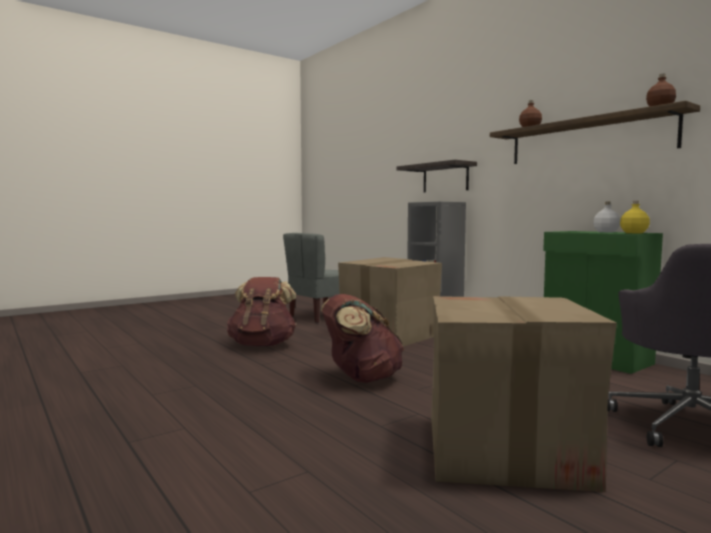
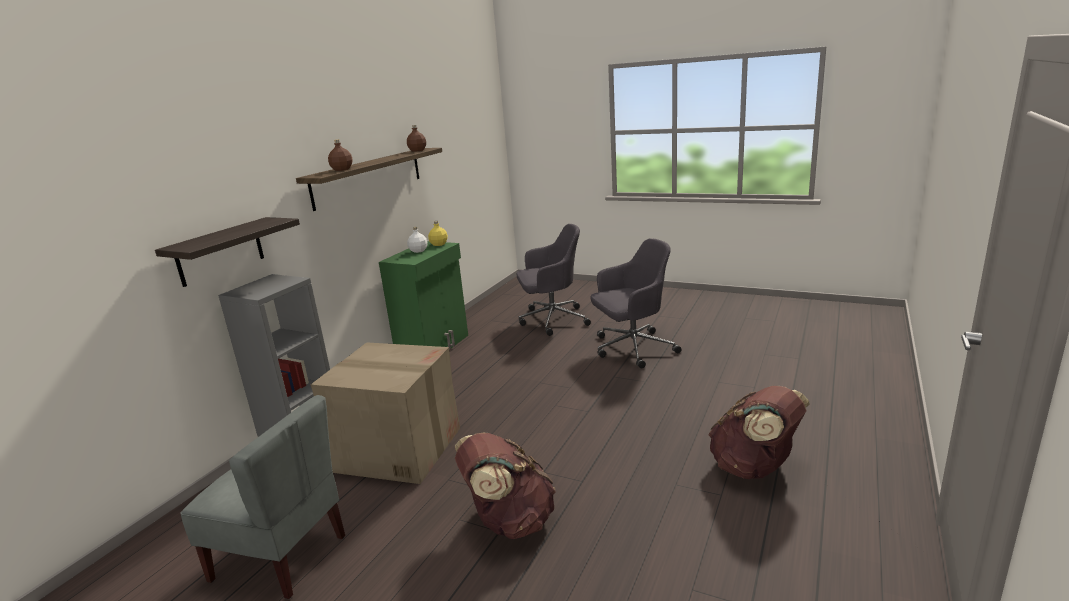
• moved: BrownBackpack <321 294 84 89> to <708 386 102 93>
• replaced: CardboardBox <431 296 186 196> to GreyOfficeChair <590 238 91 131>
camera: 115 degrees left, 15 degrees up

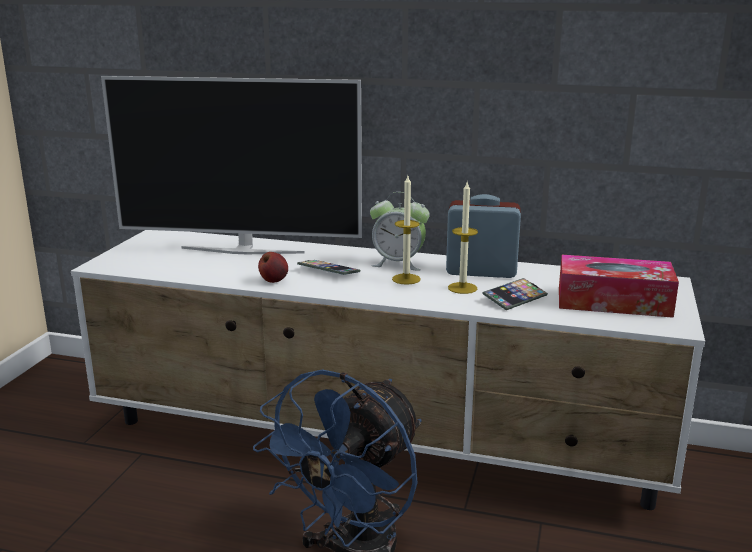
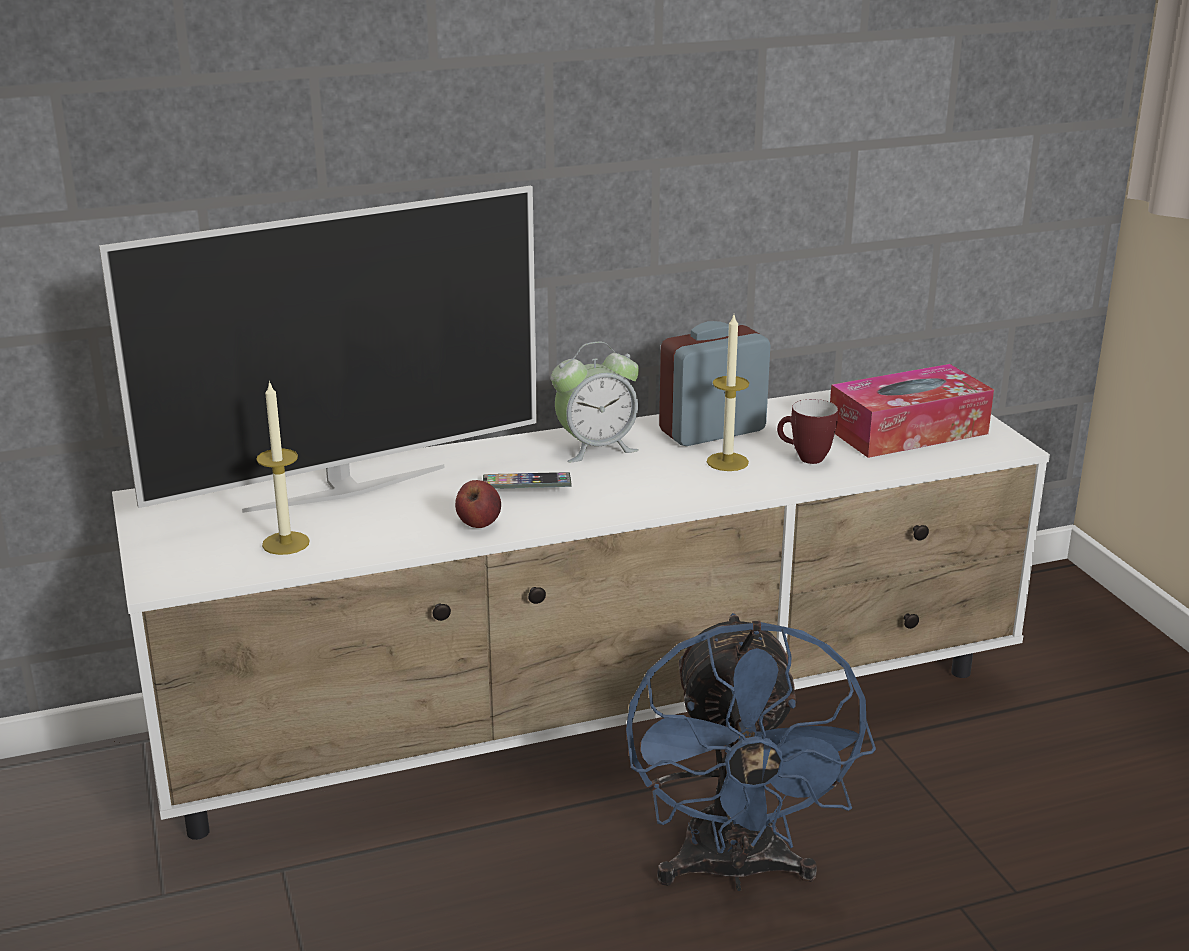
• moved: Candle <392 176 29 109> to <256 381 54 174>
• replaced: Phone <482 278 66 32> to Mug <777 399 61 65>
camera: 35 degrees left, 5 degrees up

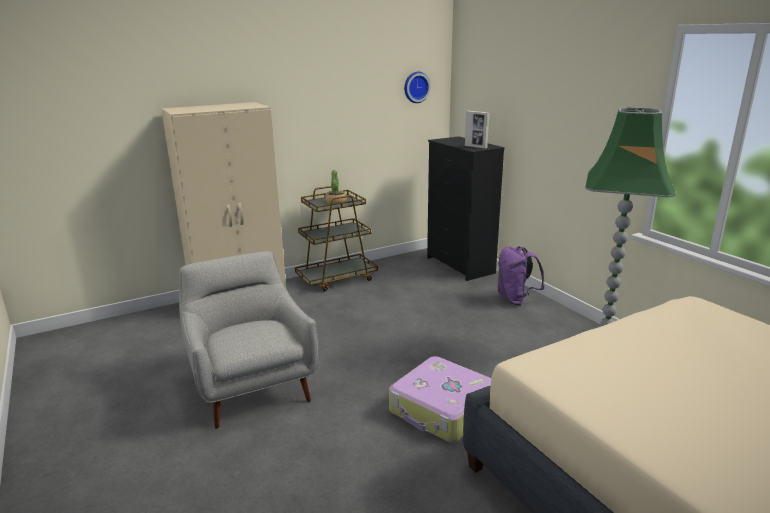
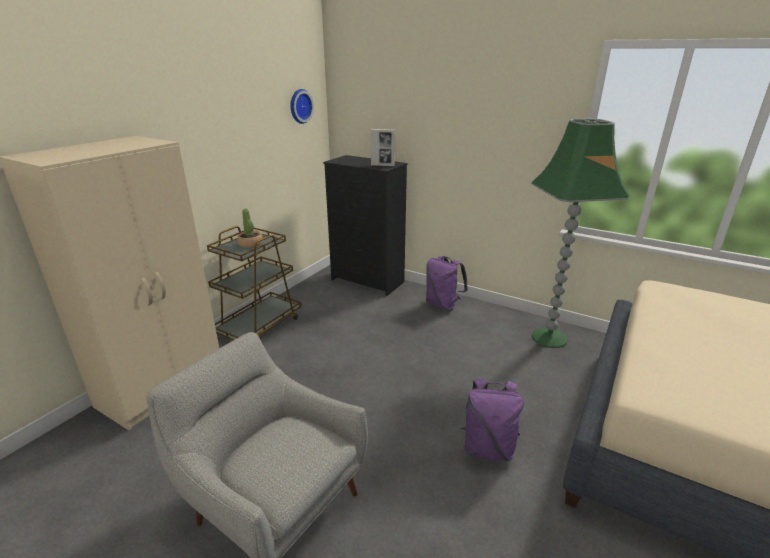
• replaced: Suitcase <389 356 102 87> to PurpleBackpack <461 378 63 83>
camera: 30 degrees left, 5 degrees up

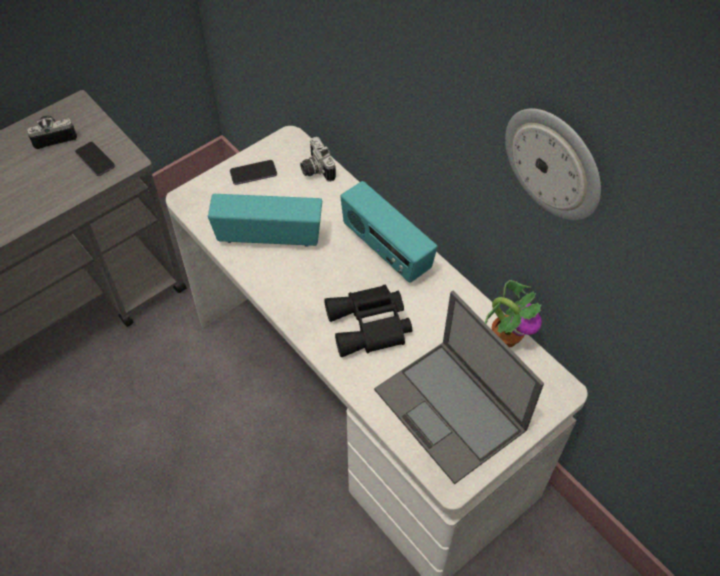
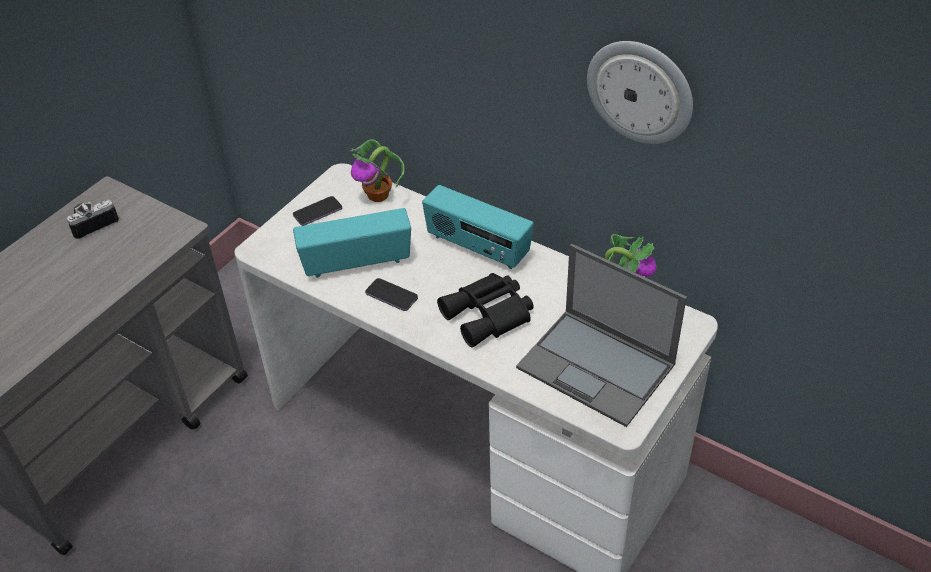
• moved: Phone <75 142 40 34> to <365 278 53 33>
• replaced: PhotoCamera <300 137 36 45> to PottedPlant <350 139 55 63>
camera: 15 degrees left, 10 degrees down

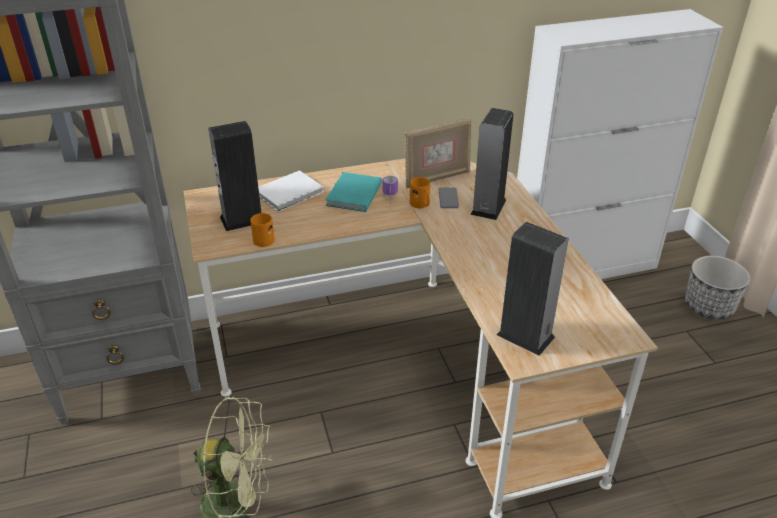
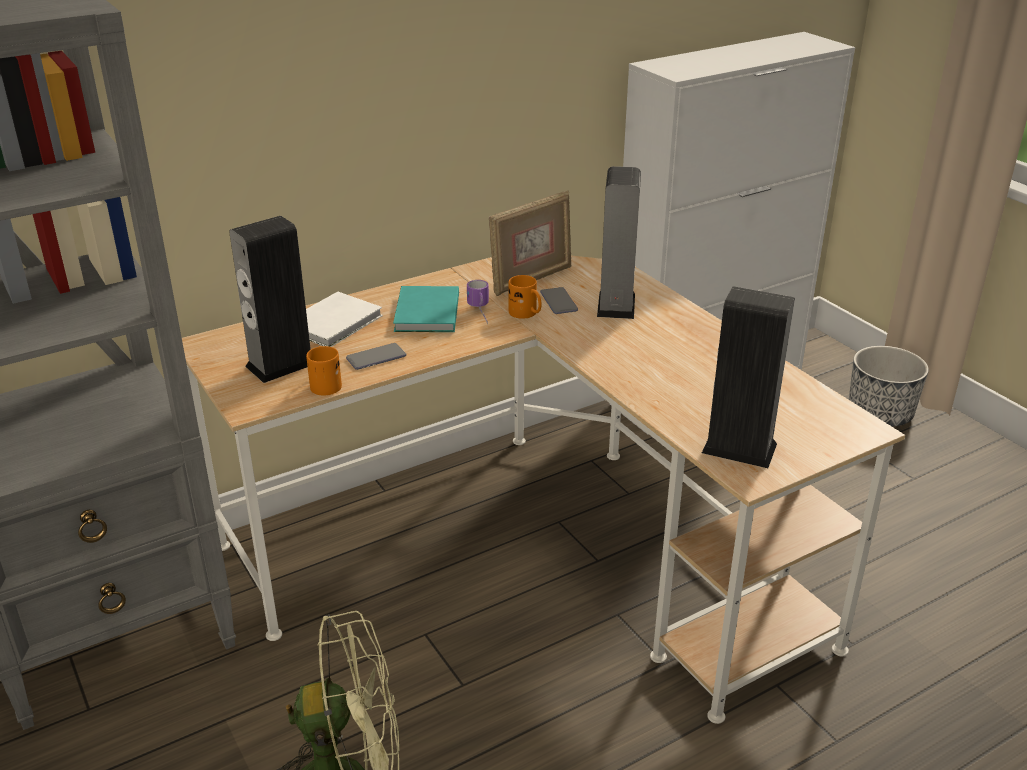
• added: Phone <346 343 61 27>
camera: 15 degrees left, 5 degrees down

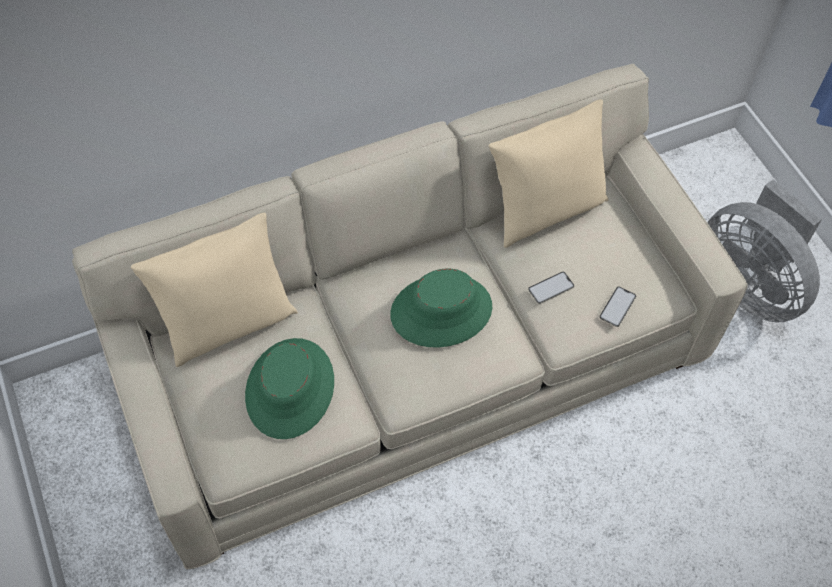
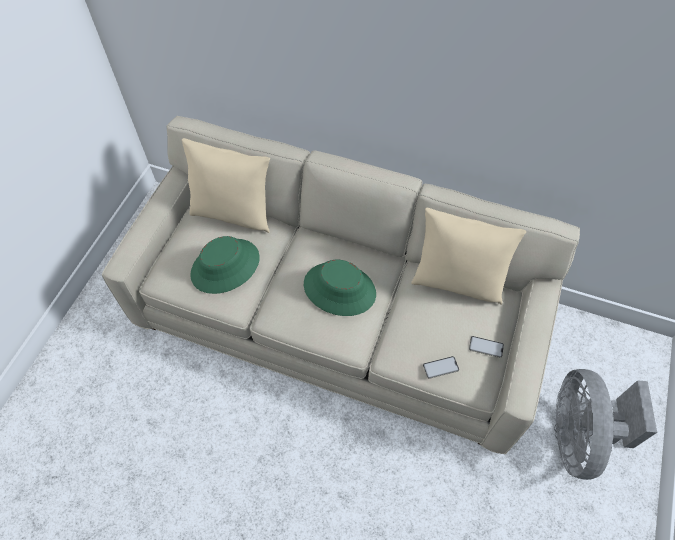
• moved: Phone <528 271 46 33> to <469 336 35 22>
camera: 45 degrees right, 0 degrees up

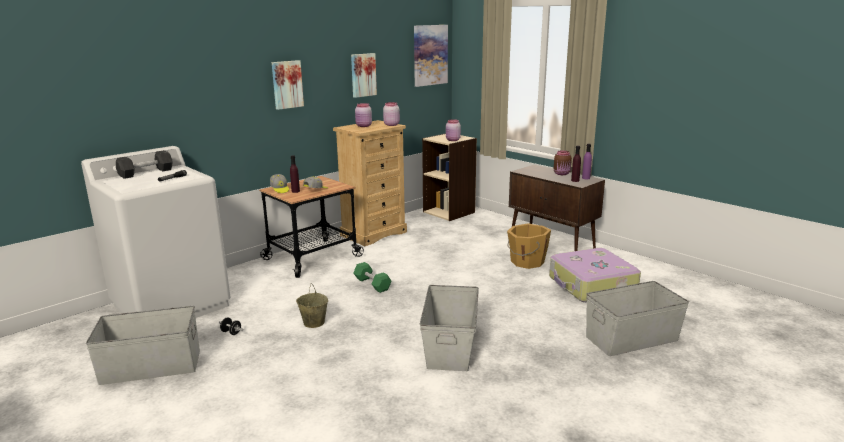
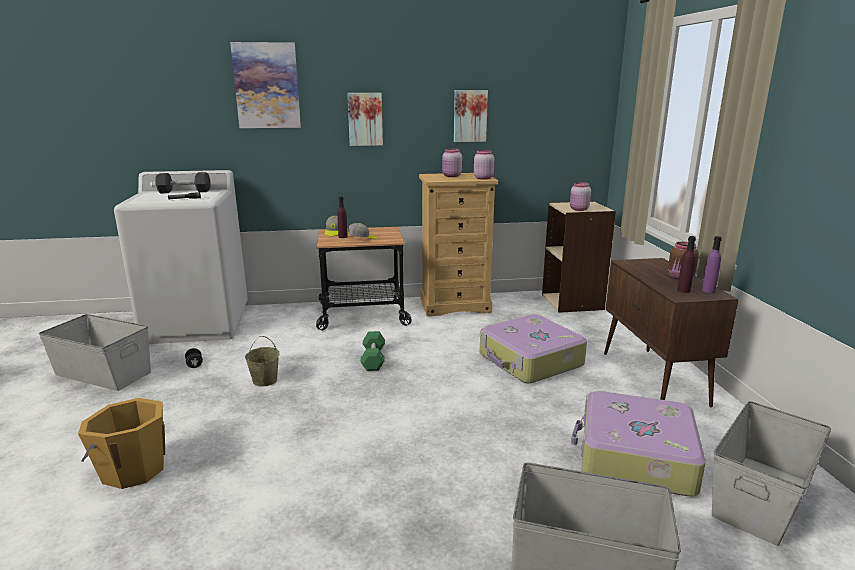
• moved: Picture <414 25 34 62> to <230 42 71 86>
• moved: GreyStorageBox <420 285 59 86> to <712 401 119 145>
• moved: OrangeBucket <507 224 44 45> to <78 398 87 91>
• added: Suitcase <480 314 107 69>
camera: 35 degrees right, 0 degrees up

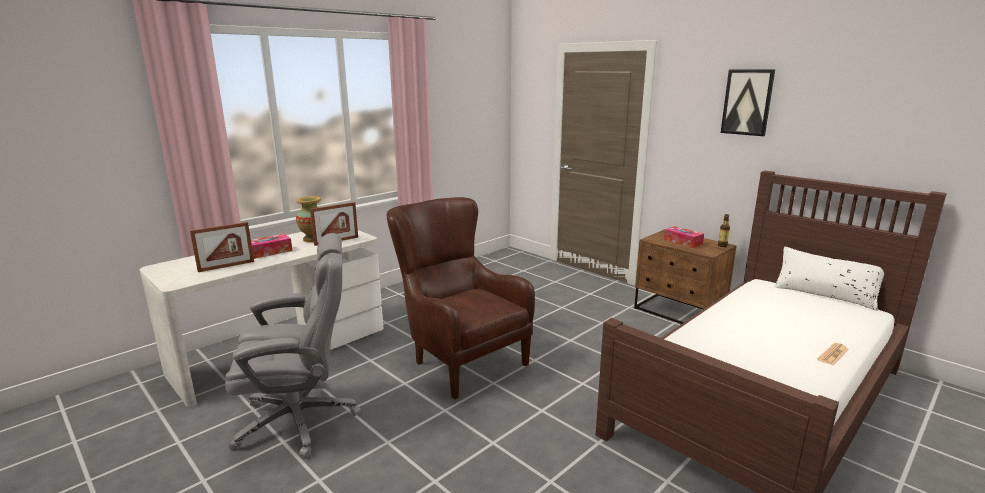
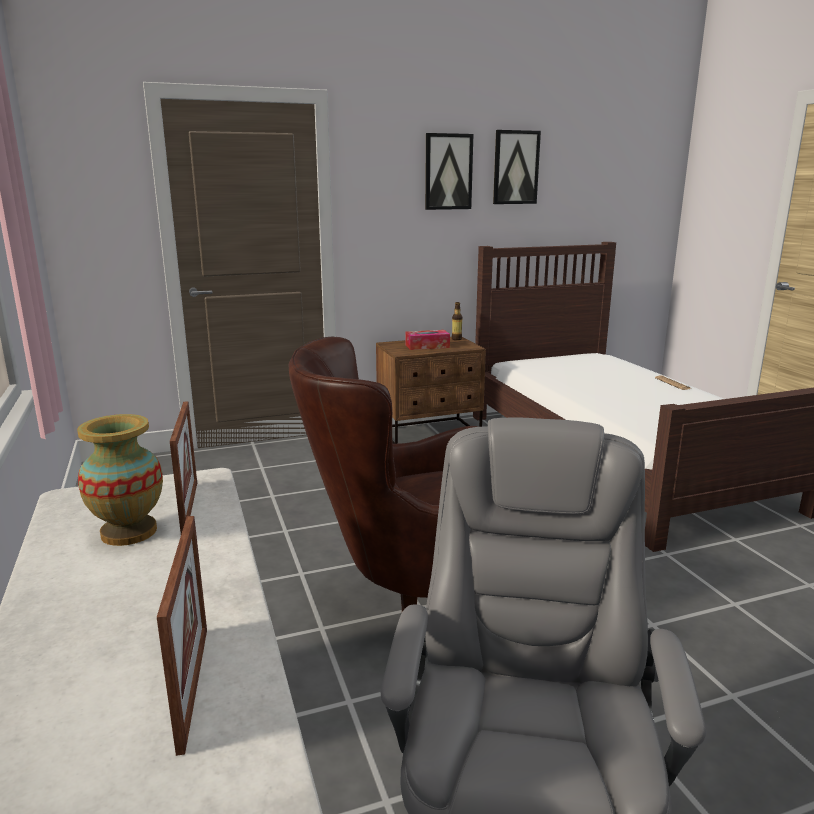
• removed: TissueBox <251 234 41 25>
• removed: WhitePillow <774 246 110 65>
• added: Picture <493 130 48 74>
camera: 65 degrees left, 0 degrees up

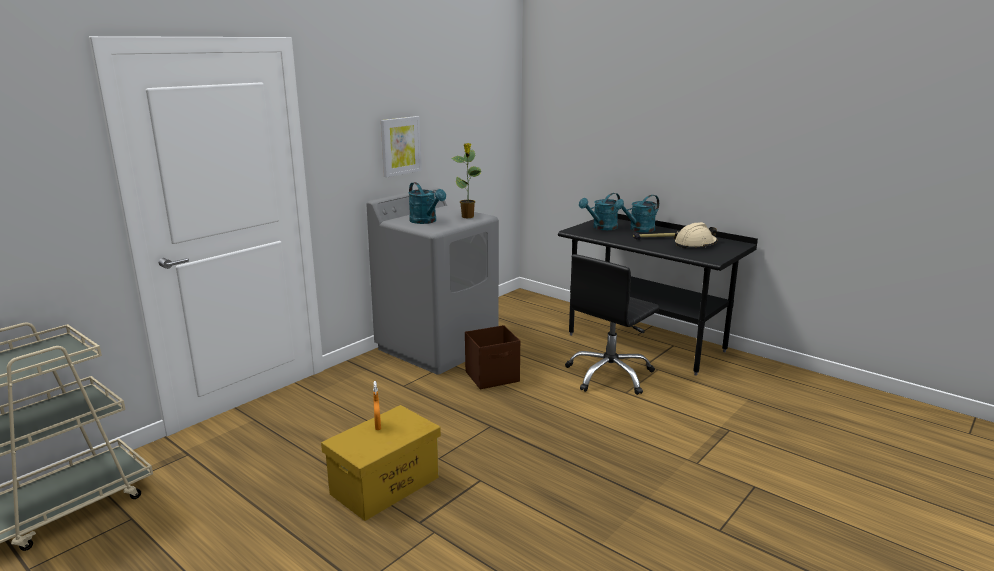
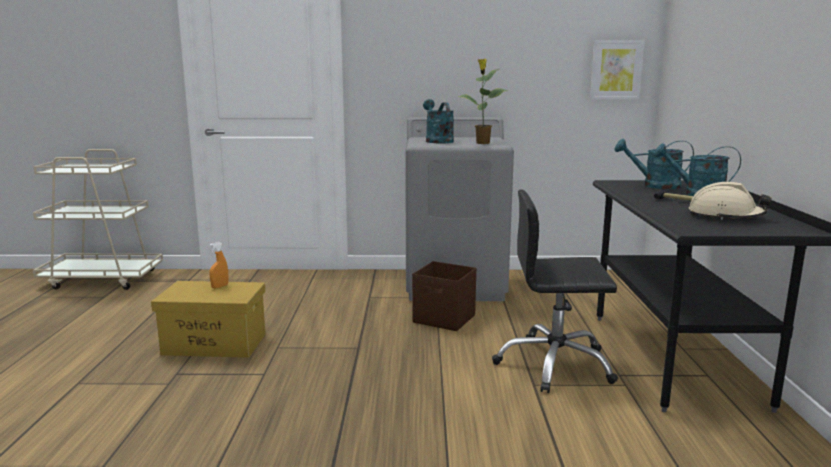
• moved: Picture <381 116 41 61> to <590 41 55 58>
• turned: TurquoiseWateringCan <409 182 37 42> = <423 99 31 44> 150 degrees clockwise
camera: 50 degrees right, 5 degrees down

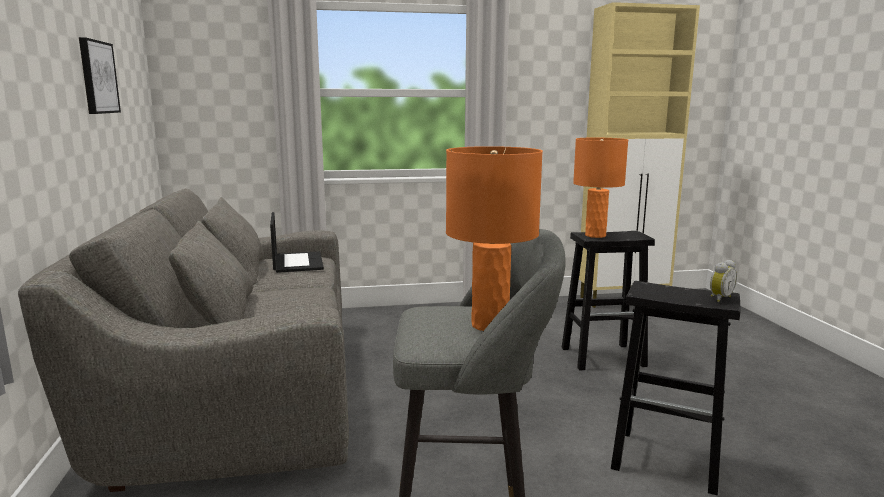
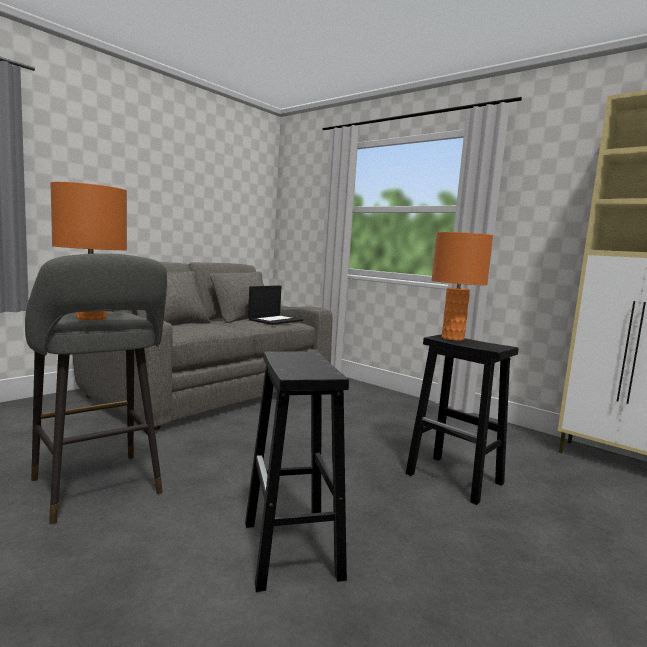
• removed: Picture <79 37 42 77>
• removed: AlarmClock <710 260 27 42>
camera: 50 degrees right, 5 degrees down

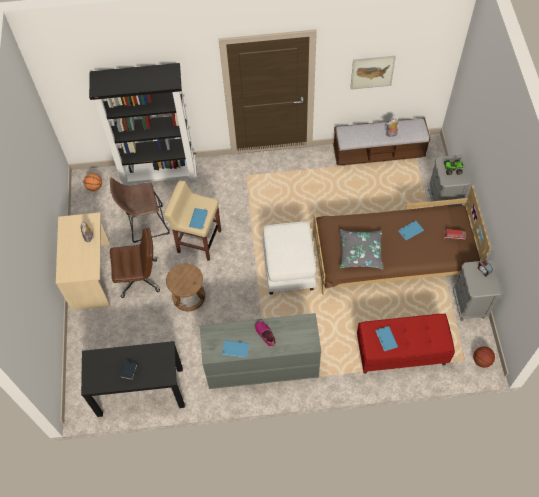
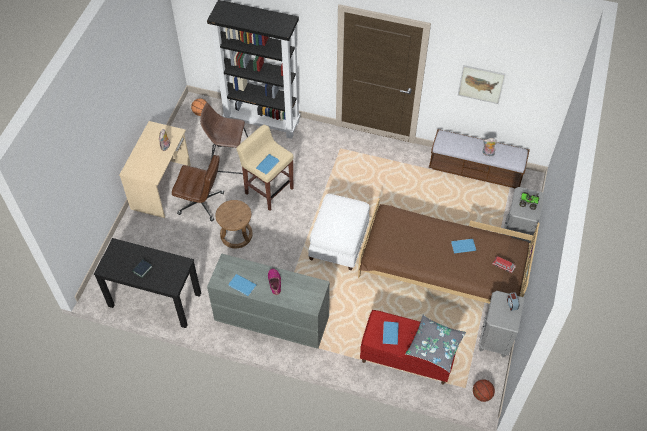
• moved: GreyPillow <339 229 45 40> to <405 315 61 58>
camera: 20 degrees right, 5 degrees down

